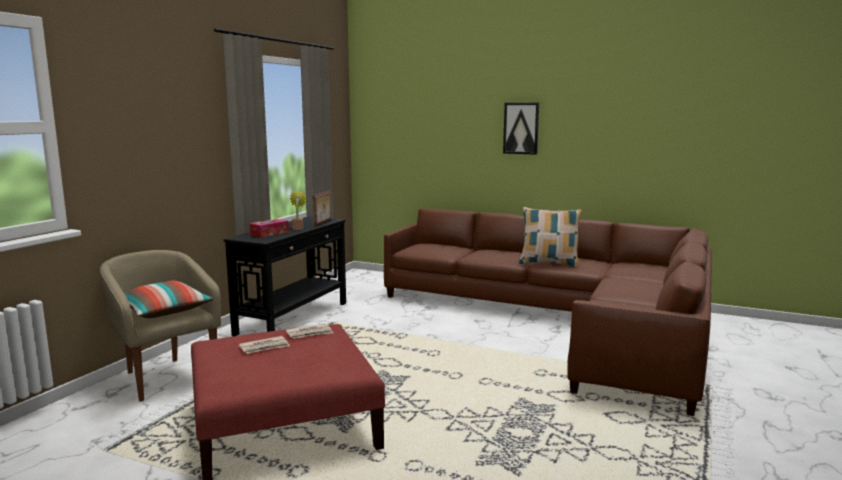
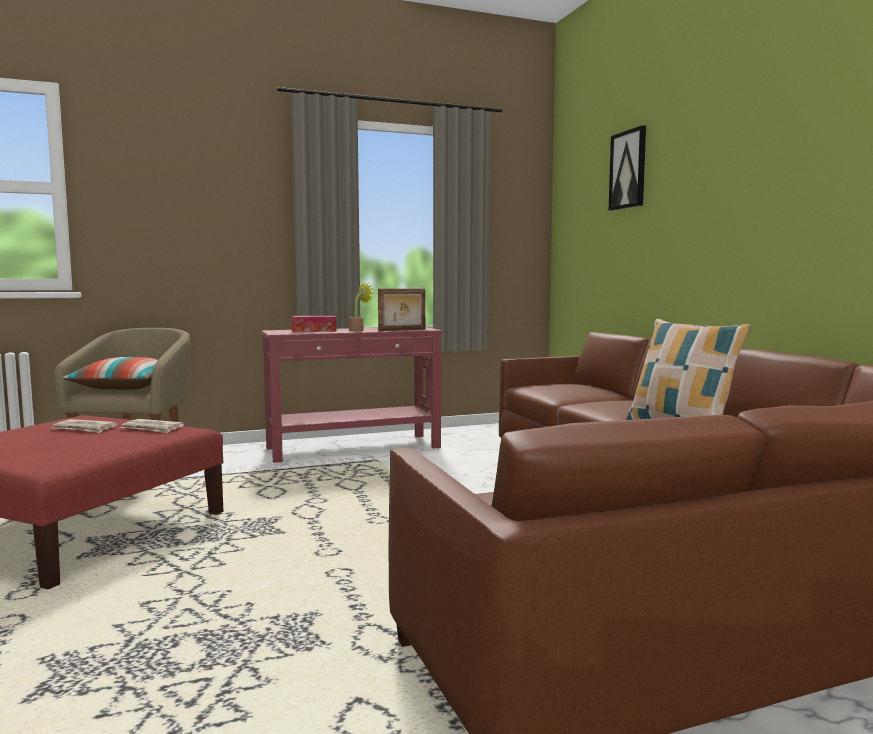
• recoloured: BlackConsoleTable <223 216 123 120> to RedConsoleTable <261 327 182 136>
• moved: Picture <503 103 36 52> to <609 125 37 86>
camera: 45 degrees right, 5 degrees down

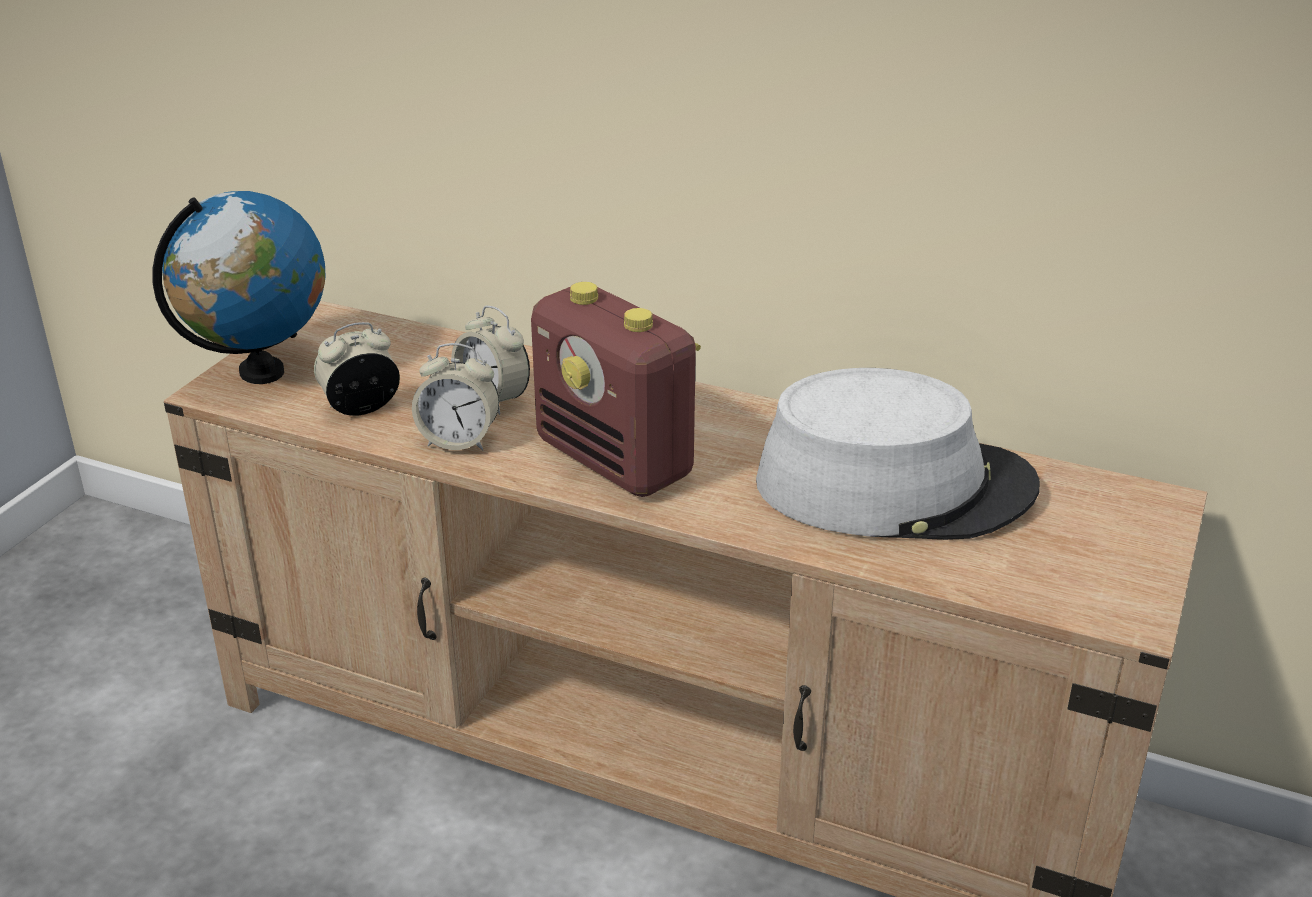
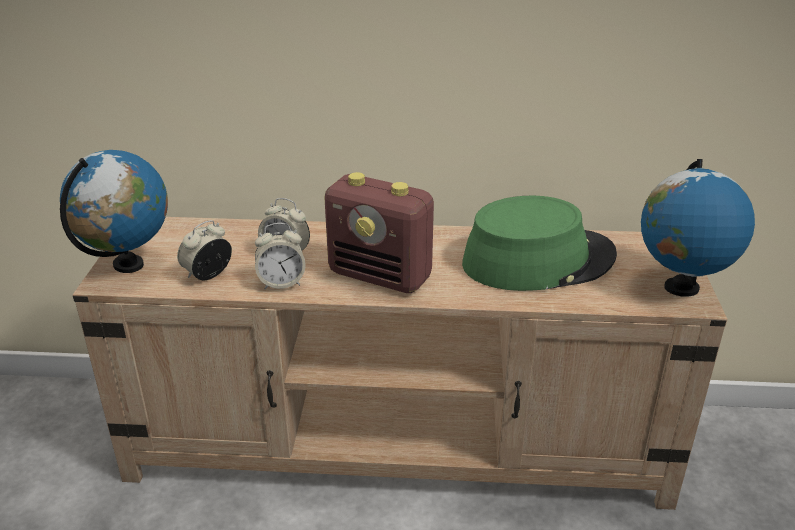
• recoloured: GreyHat <756 368 284 172> to GreenHat <462 196 155 95>
• added: Globe <641 159 114 138>
camera: 20 degrees left, 0 degrees up

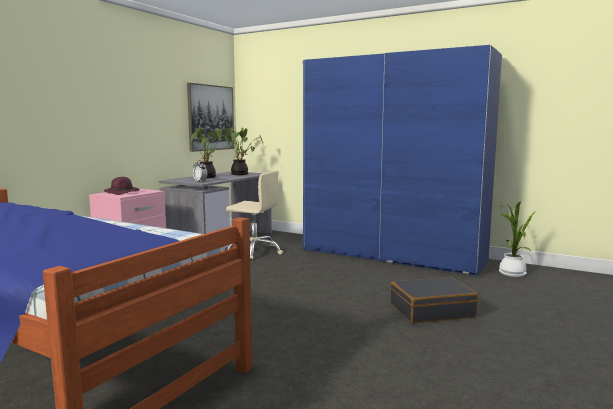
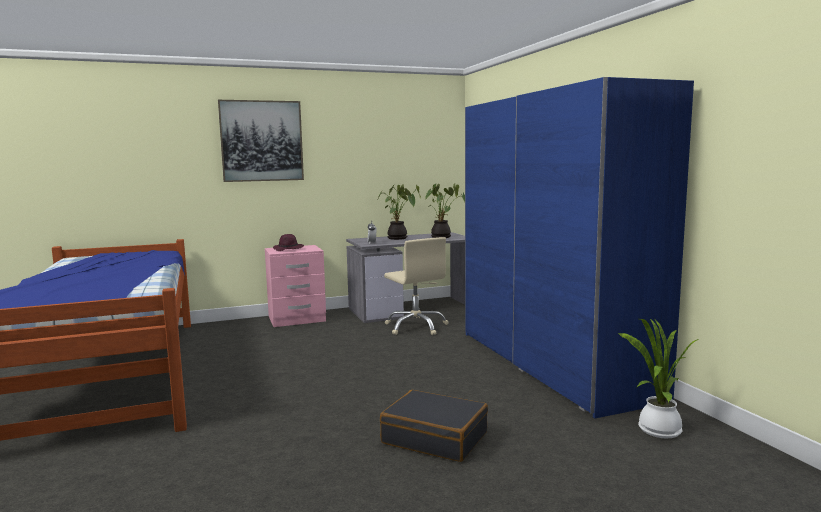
• moved: Picture <187 83 47 69> to <218 100 86 82>
camera: 40 degrees right, 0 degrees up

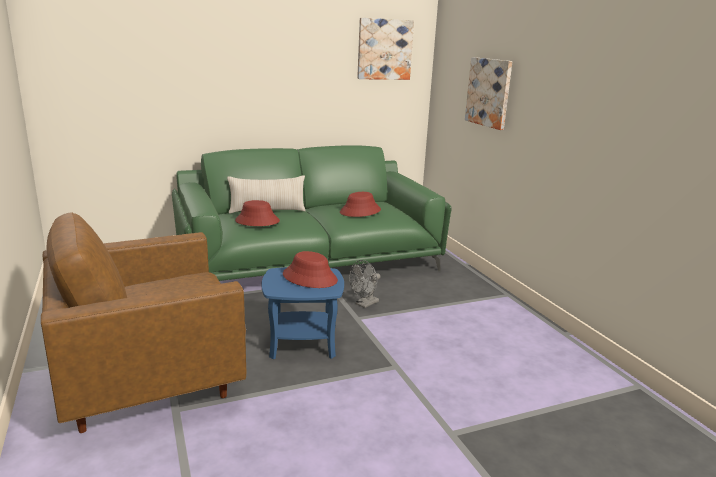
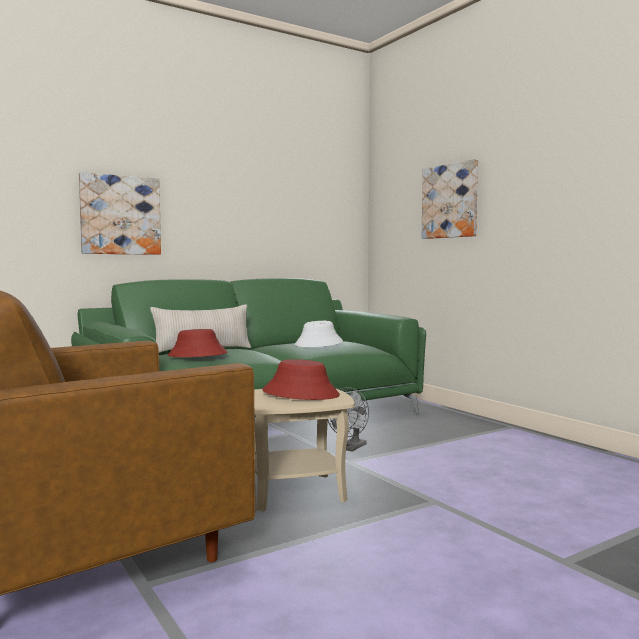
• recoloured: BlueSideTable <262 267 82 92> to BeigeSideTable <254 388 101 124>
• recoloured: RedHat <340 192 41 25> to WhiteHat <294 321 49 26>
• moved: Picture <357 18 57 62> to <79 172 82 83>
camera: 10 degrees left, 15 degrees down

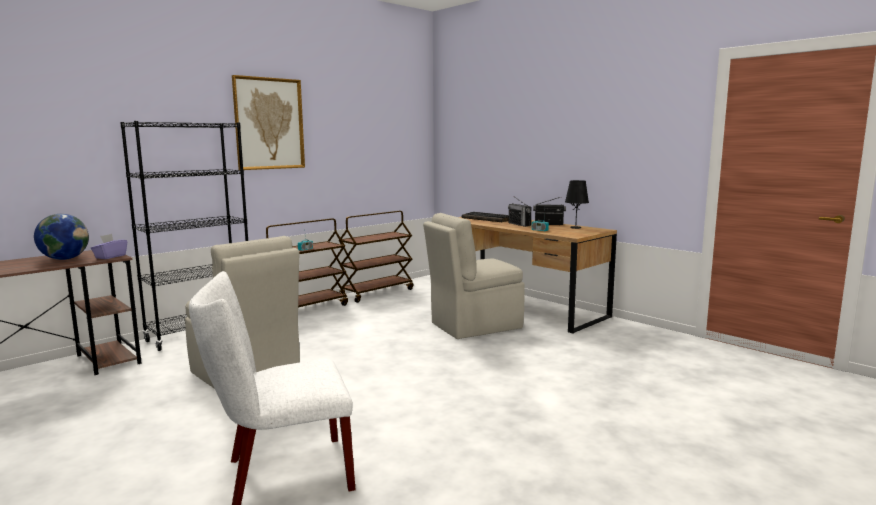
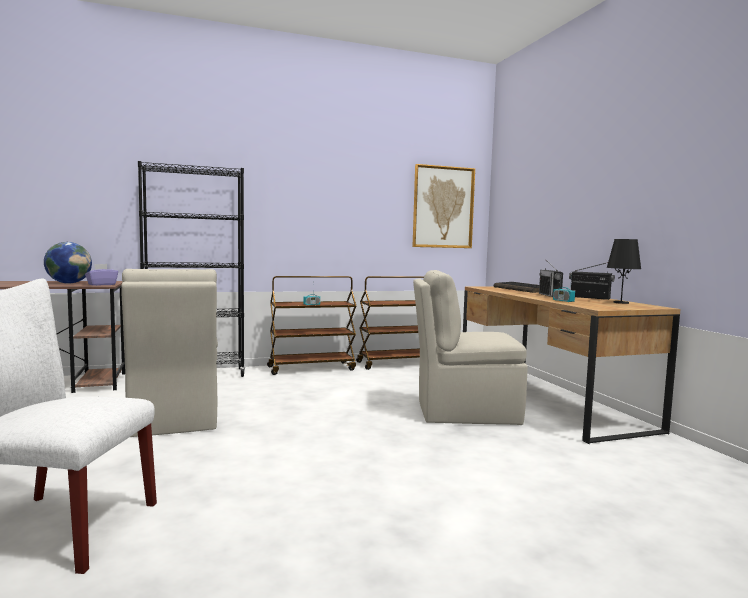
• moved: Picture <232 75 73 95> to <412 164 63 84>
camera: 25 degrees right, 5 degrees down

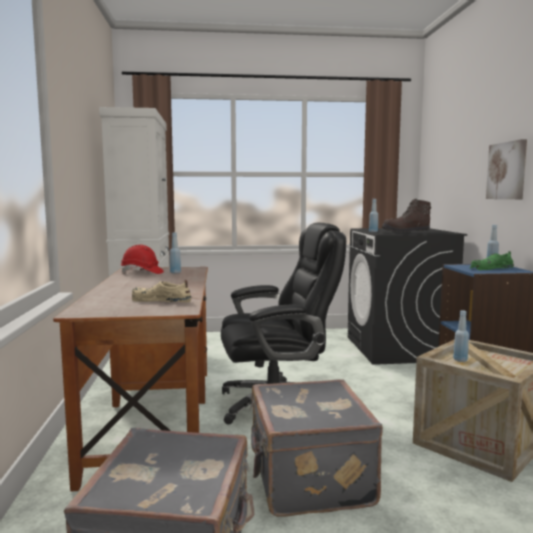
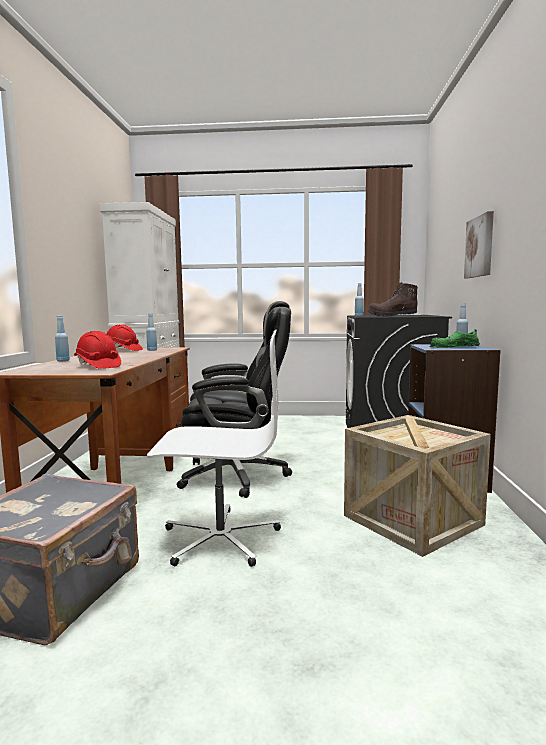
• replaced: BeigeShoe <132 280 59 22> to RedHardHat <74 331 47 38>
• replaced: GreySuitcase <249 379 134 138> to WhiteOfficeChair <147 330 134 237>
• moved: BlueBottle <453 310 16 52> to <55 315 15 46>
camera: 10 degrees right, 0 degrees up

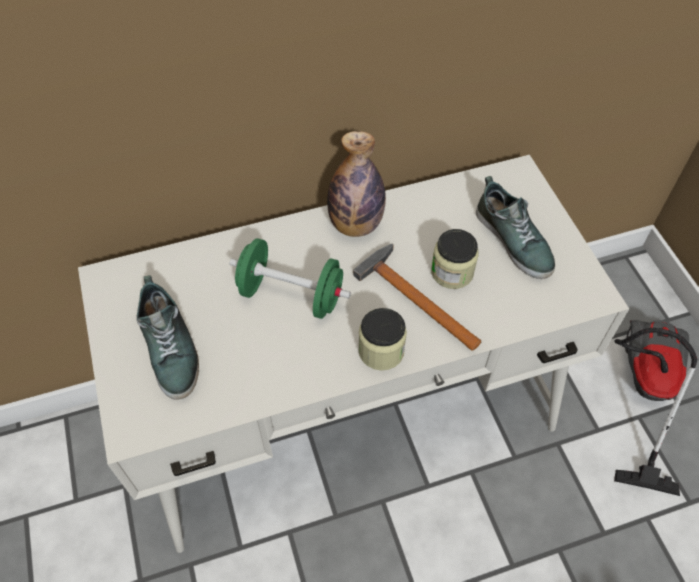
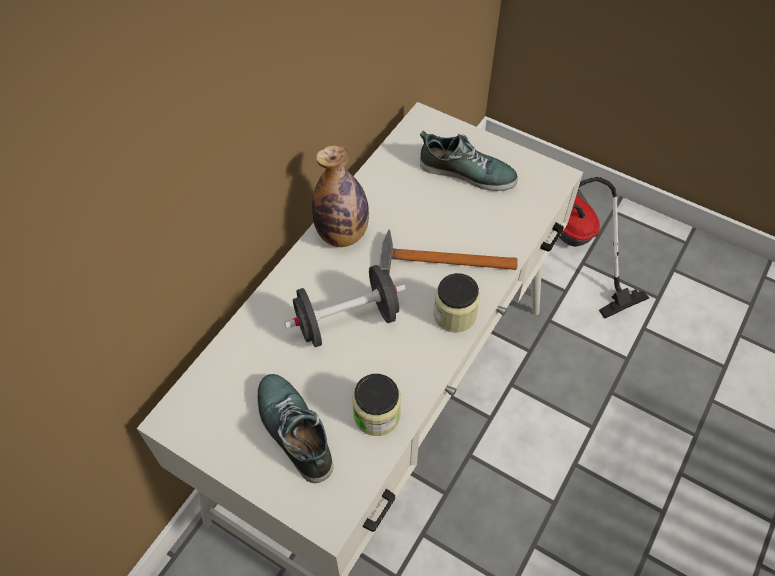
• turned: Shoe <137 275 62 125> = <257 374 76 109> 150 degrees counterclockwise
• recoloured: GreenDumbbell <230 238 121 81> to BlackDumbbell <284 265 122 82>
• moved: Jar <431 229 48 60> to <353 374 48 62>
camera: 40 degrees left, 0 degrees up

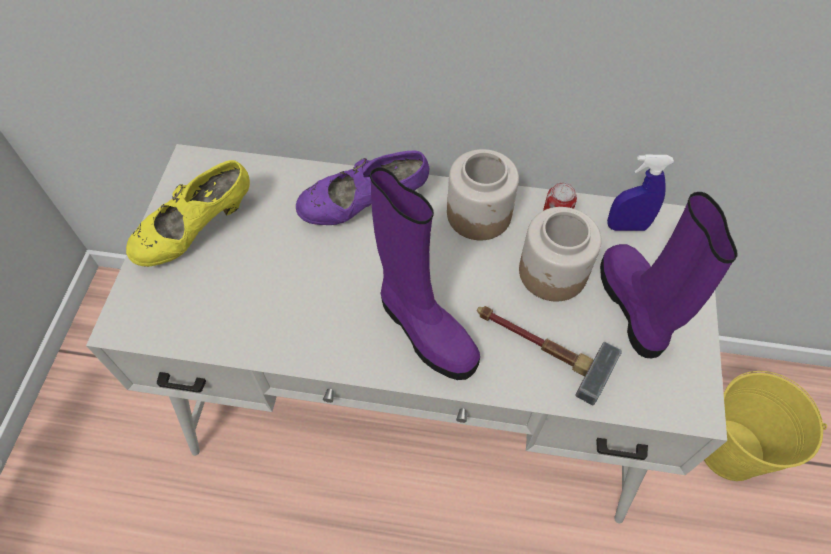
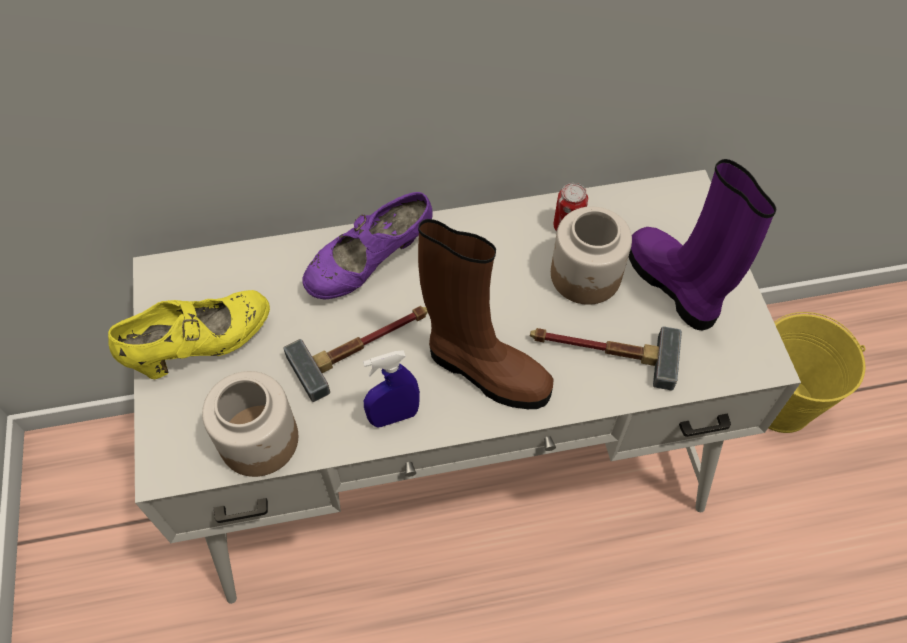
• turned: YellowShoe <126 160 124 107> = <108 290 162 89> 150 degrees counterclockwise
• recoloured: PurpleBoot <370 167 110 213> to BrownBoot <418 219 136 190>
• moved: Jar <447 149 72 91> to <202 371 96 106>
• moved: BlueSprayBottle <607 154 67 77> to <363 350 57 78>
• added: Hammer <283 306 145 96>
camera: 20 degrees left, 0 degrees up

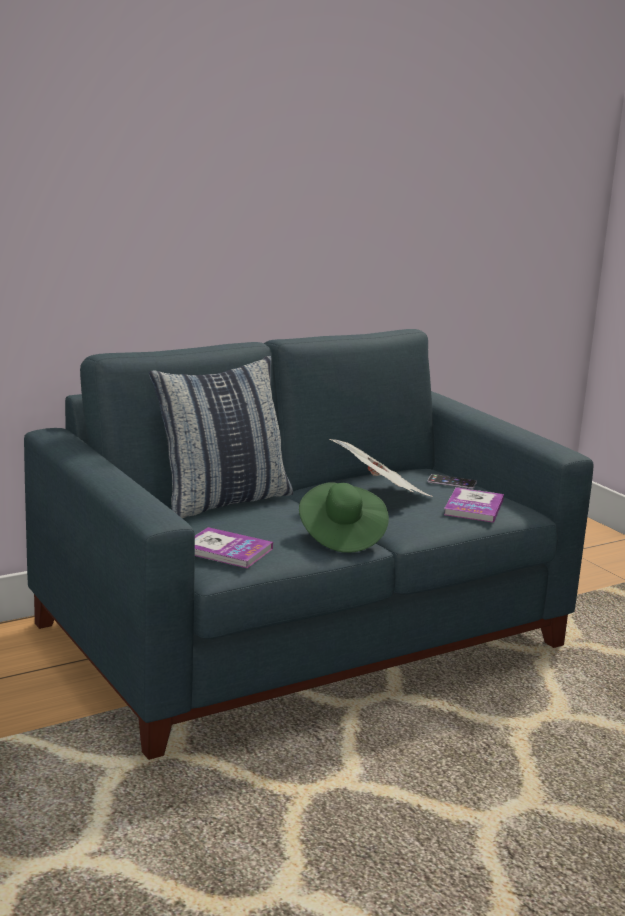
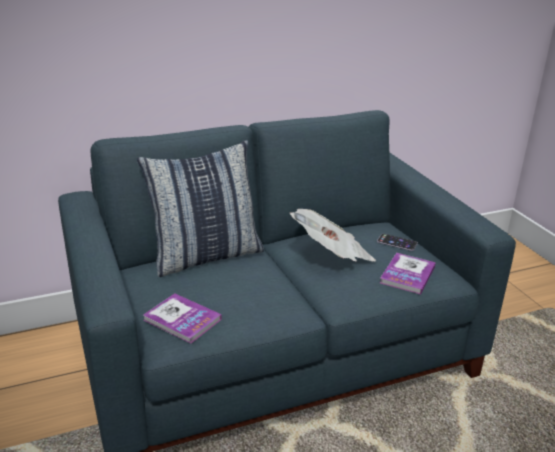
• removed: GreenHat <299 482 90 71>
camera: 10 degrees right, 10 degrees up

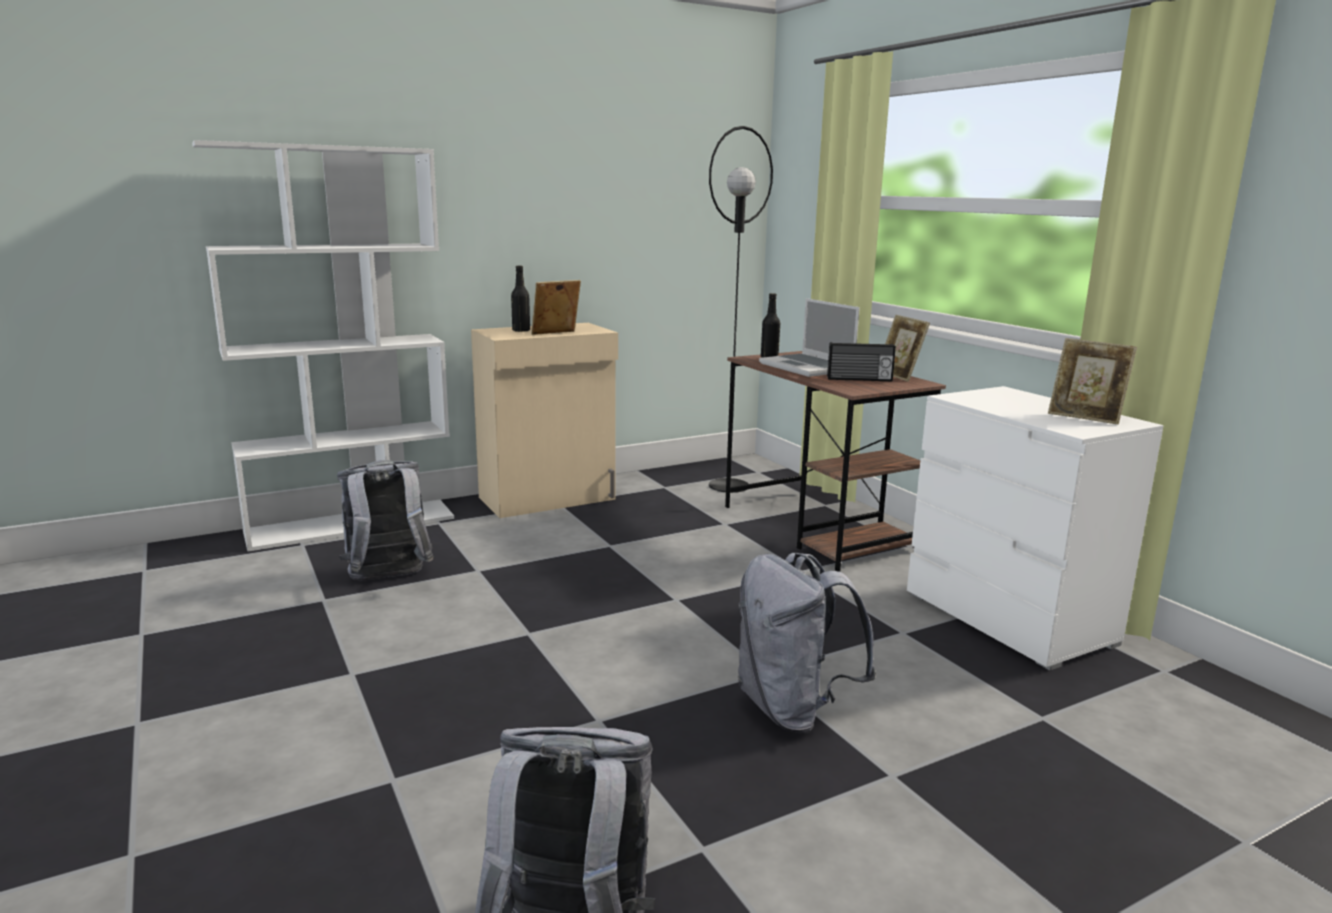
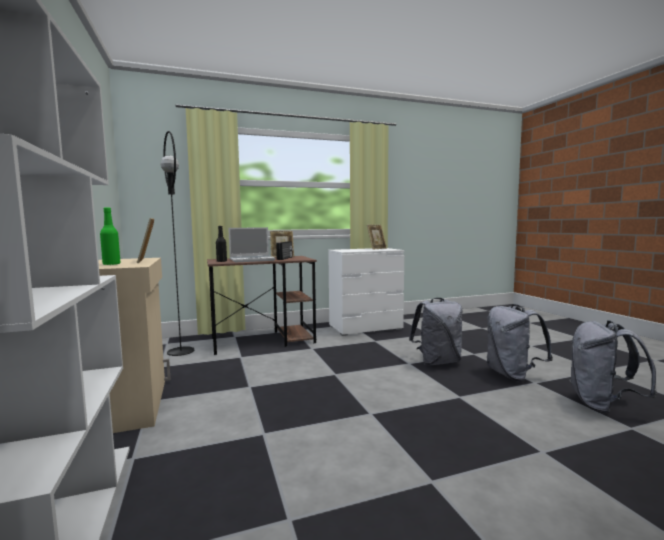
• moved: GreyBackpack <337 460 97 121> to <487 304 66 78>
• recoloured: BlackBottle <511 266 19 66> to GreenBottle <100 208 21 57>
camera: 80 degrees left, 10 degrees down

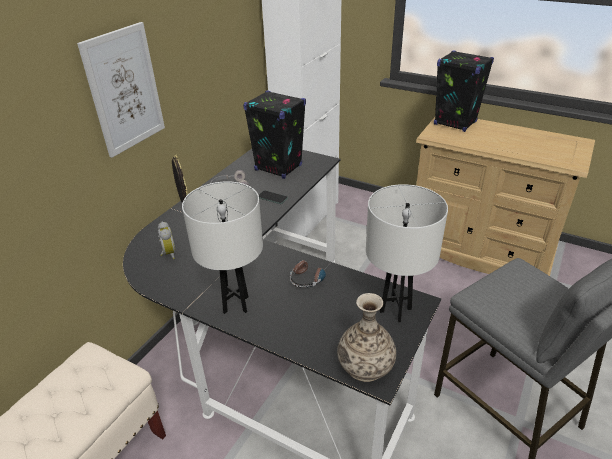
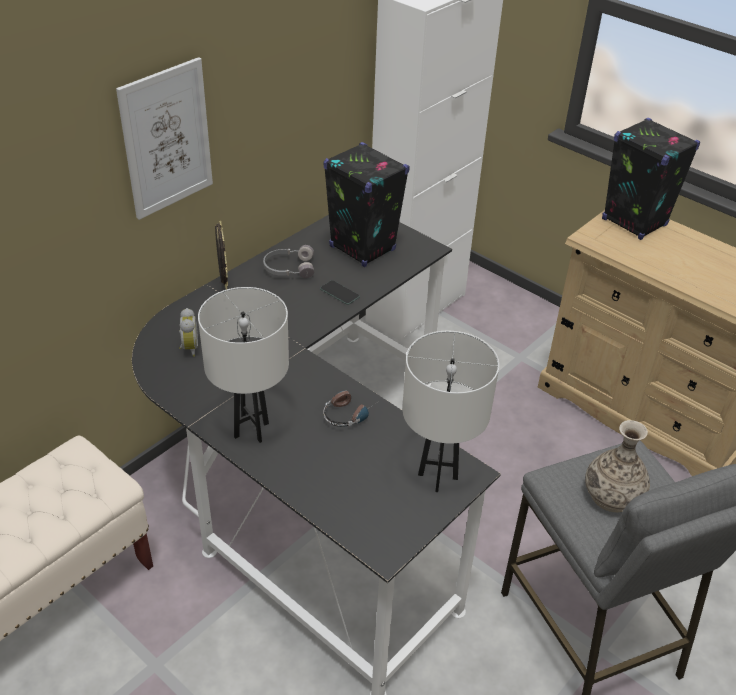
• moved: Vase <337 293 59 89> to <585 420 65 92>
camera: 10 degrees right, 5 degrees up

